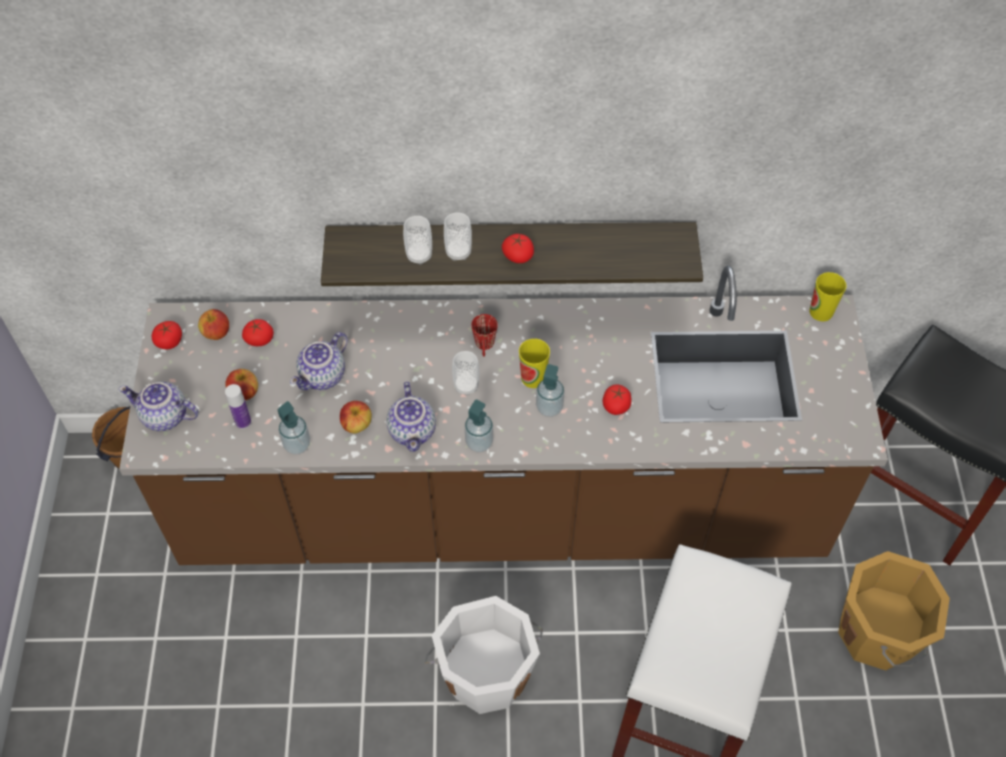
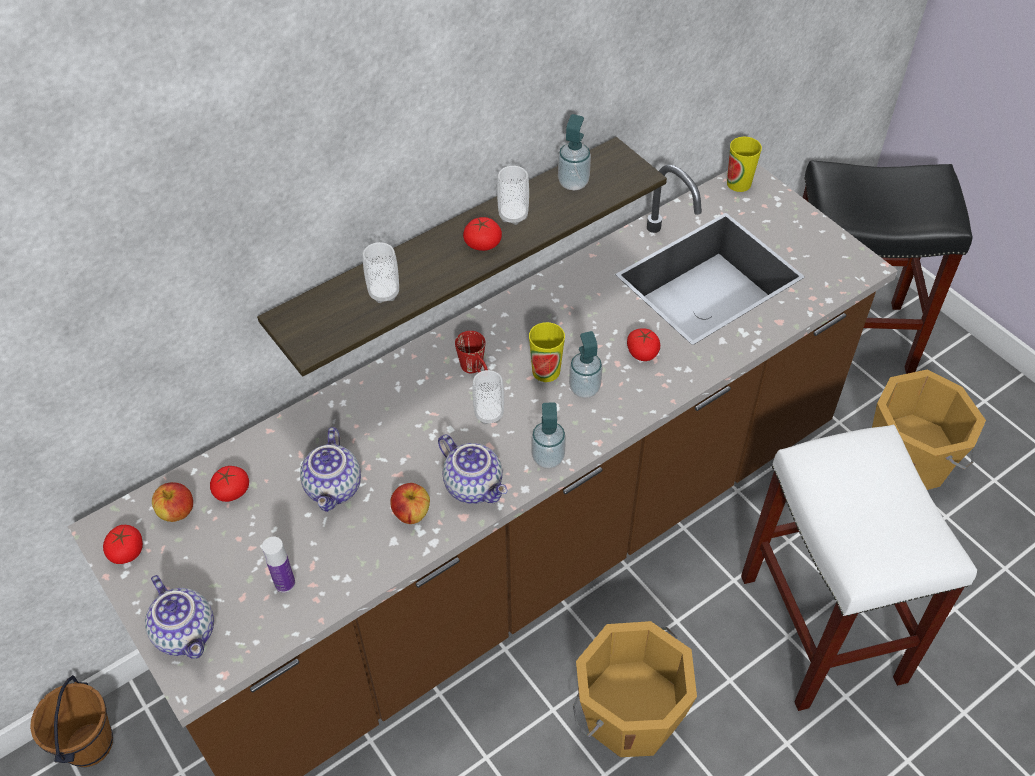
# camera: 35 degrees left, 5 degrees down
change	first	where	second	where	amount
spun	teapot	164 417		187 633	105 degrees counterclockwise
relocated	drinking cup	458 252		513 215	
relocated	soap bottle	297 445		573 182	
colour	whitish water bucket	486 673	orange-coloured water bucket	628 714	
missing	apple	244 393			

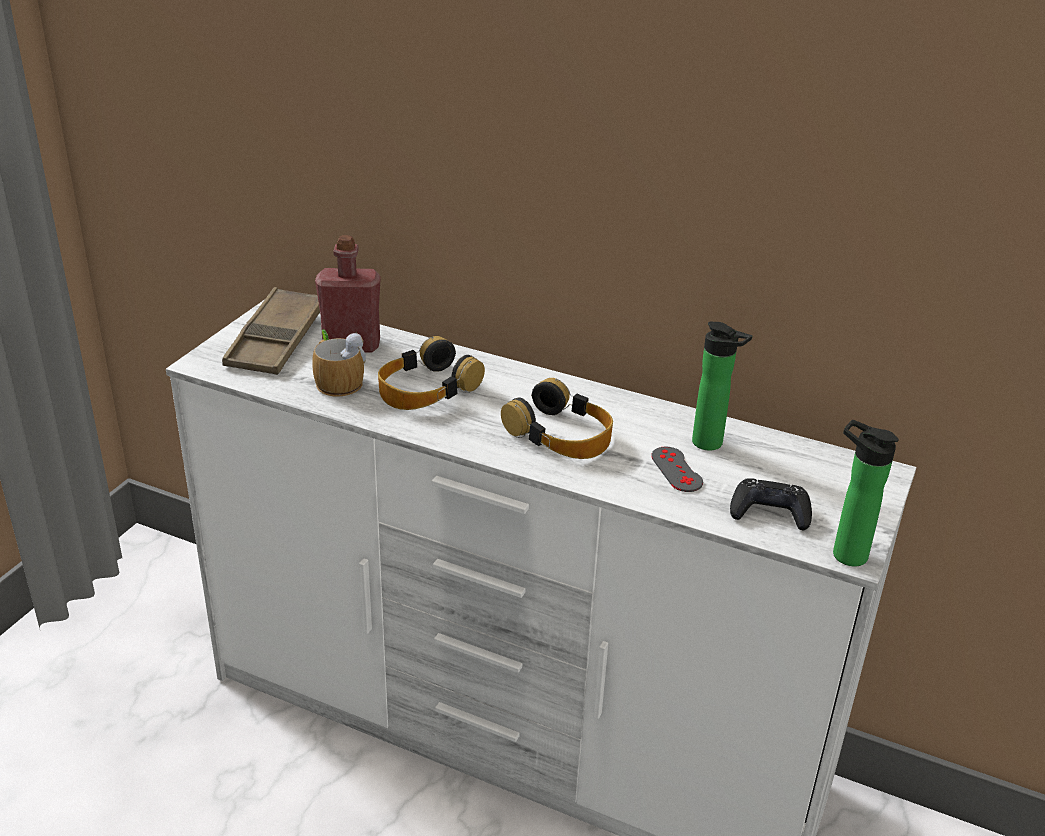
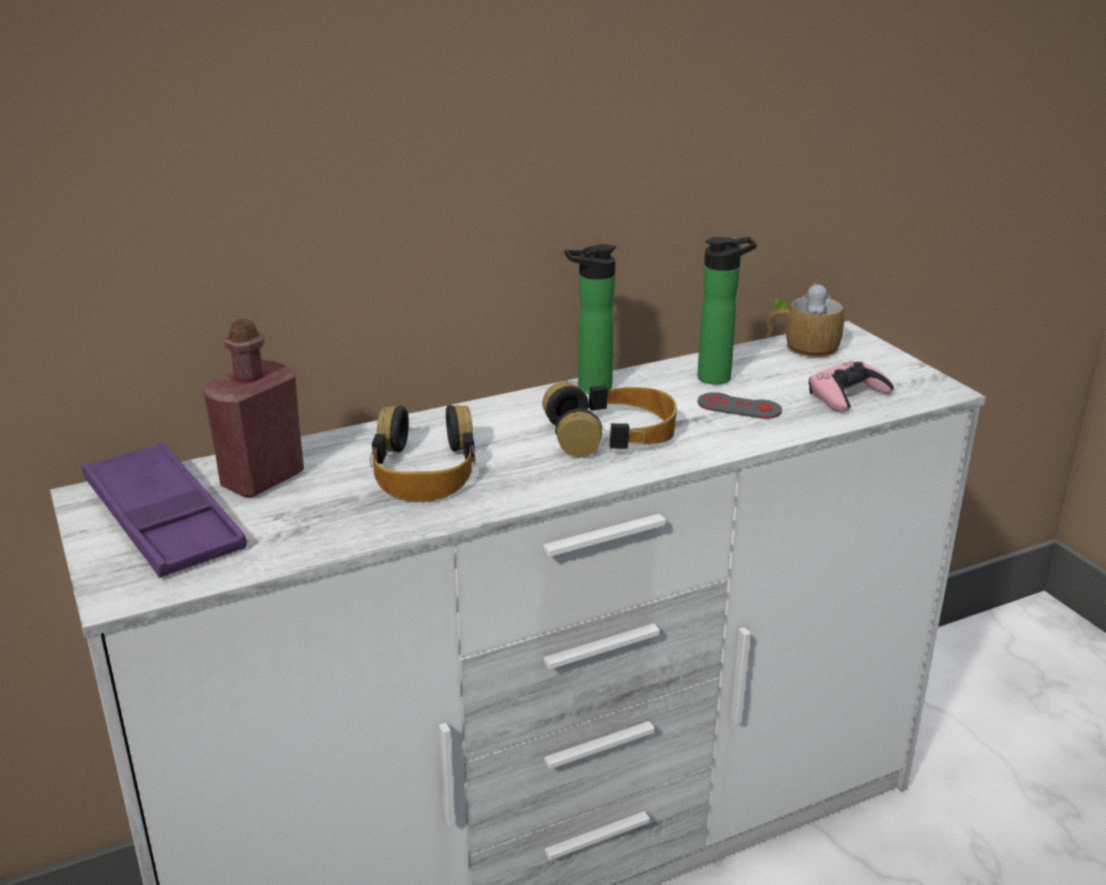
# camera: 50 degrees left, 5 degrees down
change	first	where	second	where	amount
colour	brown-coloured serving tray	277 340	purplish serving tray	164 521	
relocated	drink bottle	844 553		589 388	
relocated	coffee mug	337 380		801 346	
colour	black-coloured joypad	770 512	pink-coloured joypad	847 395	

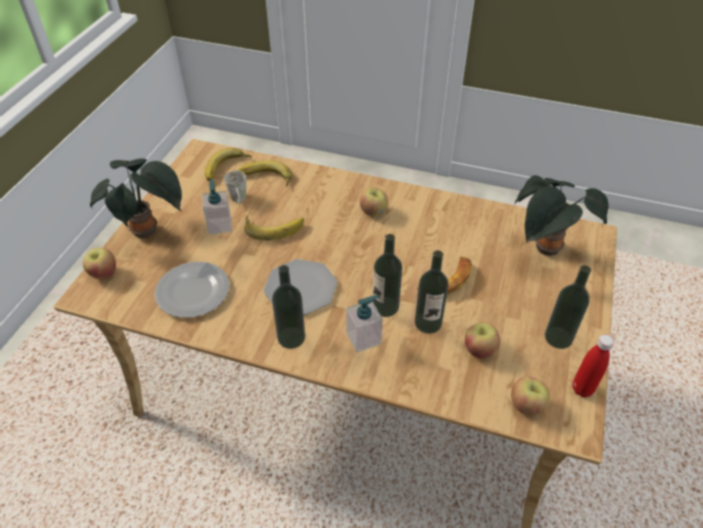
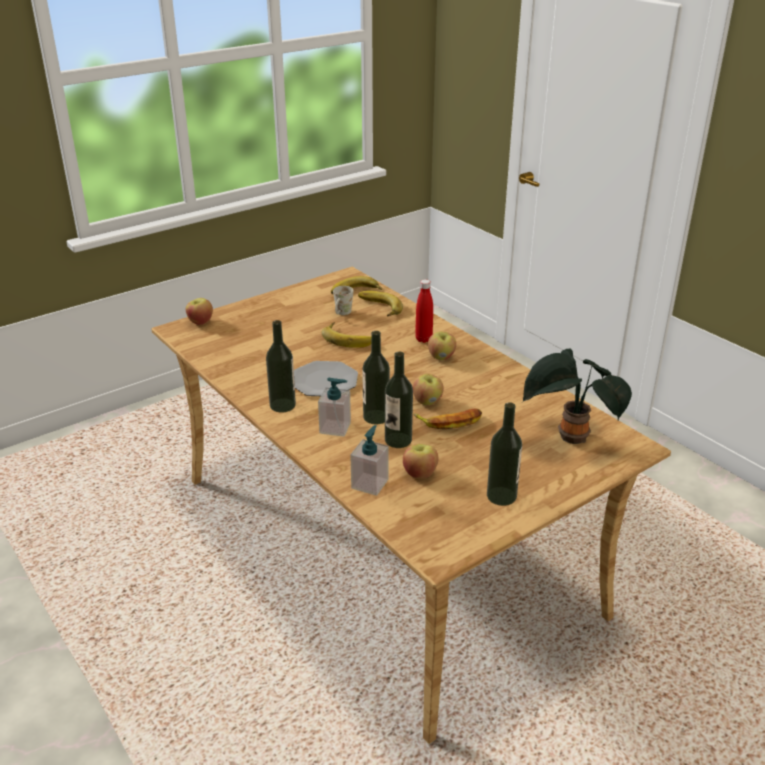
# camera: 35 degrees right, 15 degrees down
change	first	where	second	where	amount
relocated	soap bottle	220 225		370 484	
relocated	apple	526 405		427 401	
relocated	red-coloured drink bottle	582 389		423 339	
missing	potted plant	148 231			
missing	flat dish	192 291			

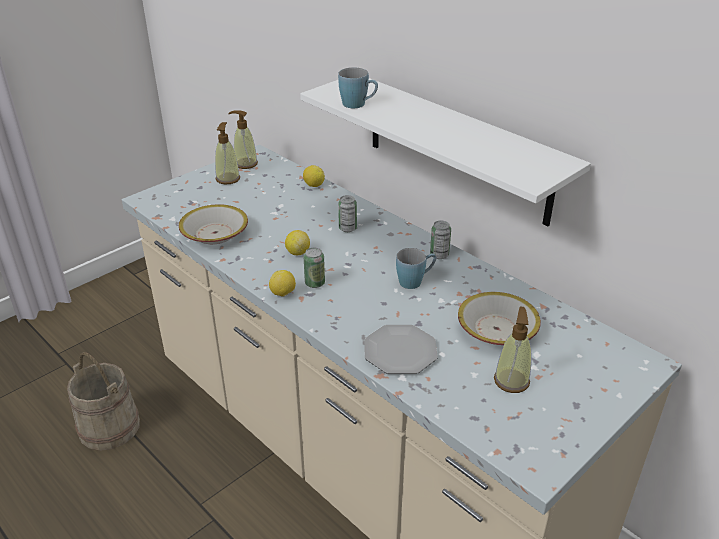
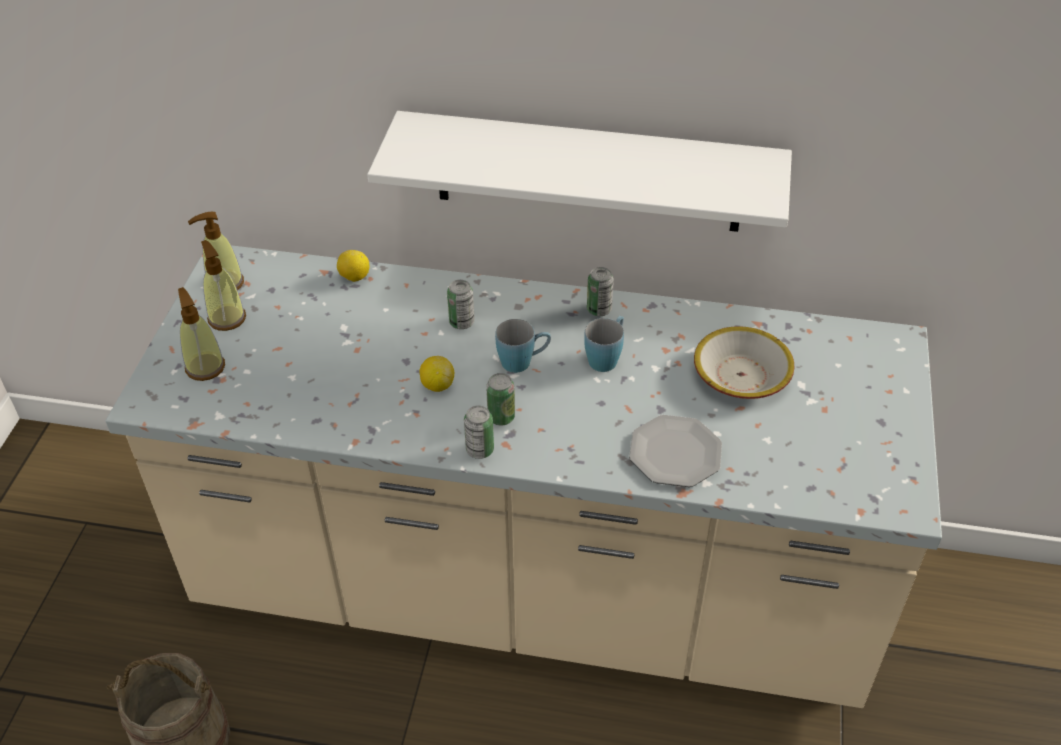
# camera: 35 degrees left, 10 degrees up
change	first	where	second	where	amount
relocated	soap bottle	511 380		205 367	
exchanged	whole lemon	283 294	sealed can	480 450	
relocated	blue-coloured coffee mug	358 105		523 361	
missing	serving bowl	215 233			

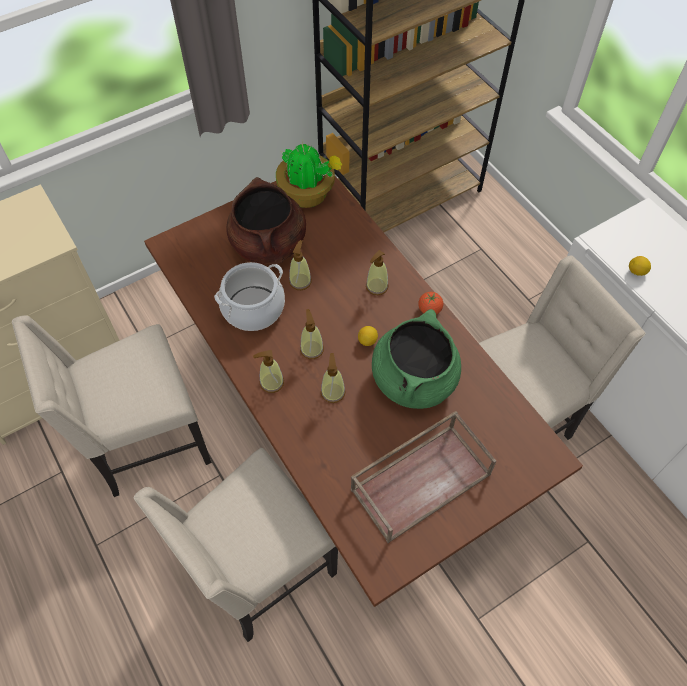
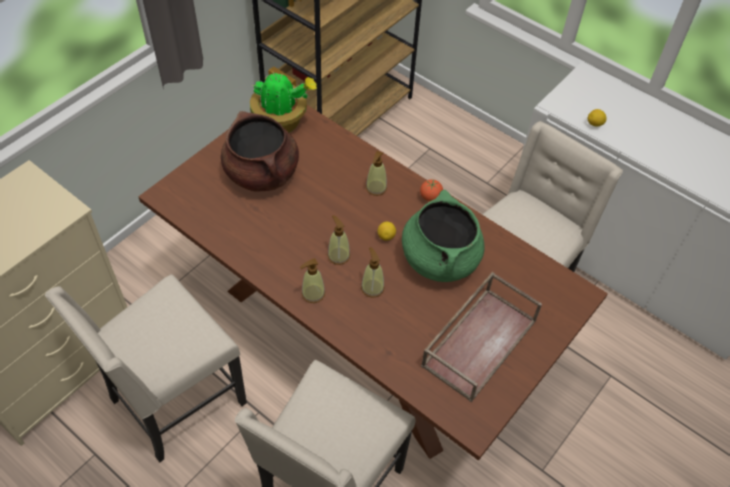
# camera: 20 degrees left, 5 degrees down
change	first	where	second	where	amount
missing	stockpot	253 308			
missing	soap bottle	300 281			

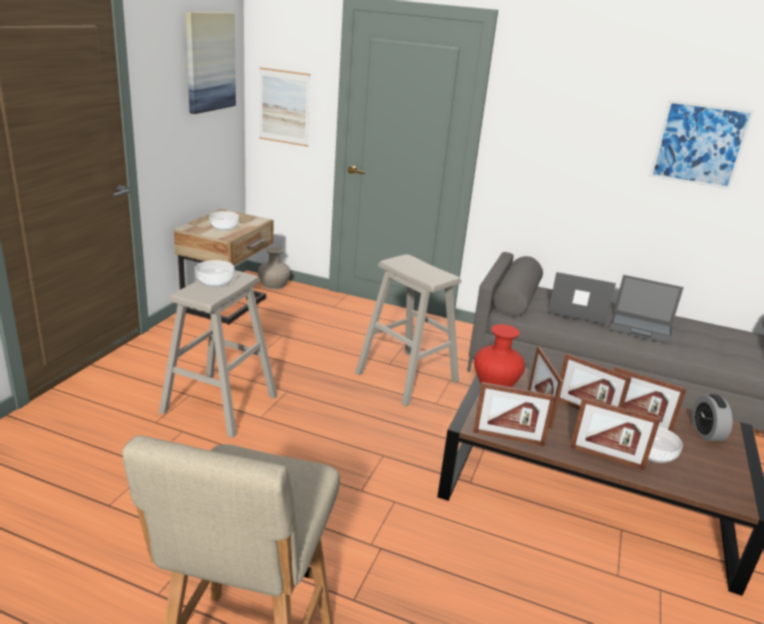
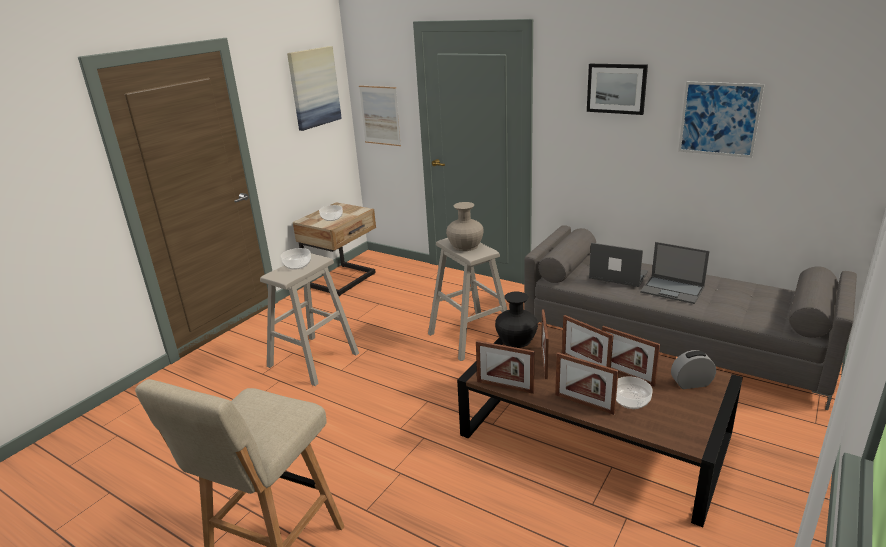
# camera: 15 degrees right, 0 degrees up
change	first	where	second	where	amount
relocated	sand-coloured flower vase	274 285		465 246	
colour	red-coloured flower vase	495 382	black-coloured flower vase	516 340	
appeared			picture	616 88	
spun	table clock	706 433		691 383	75 degrees clockwise

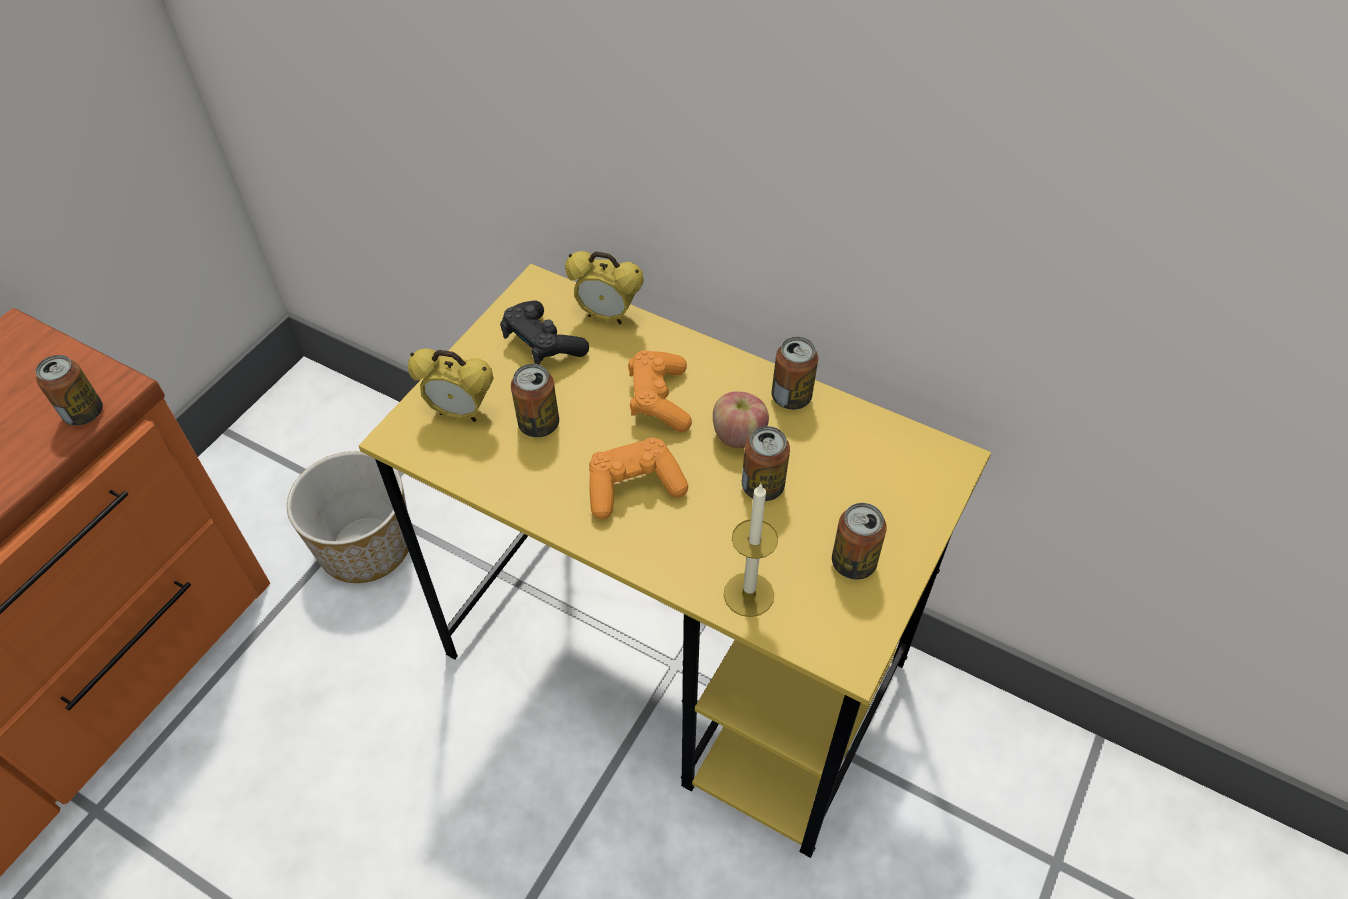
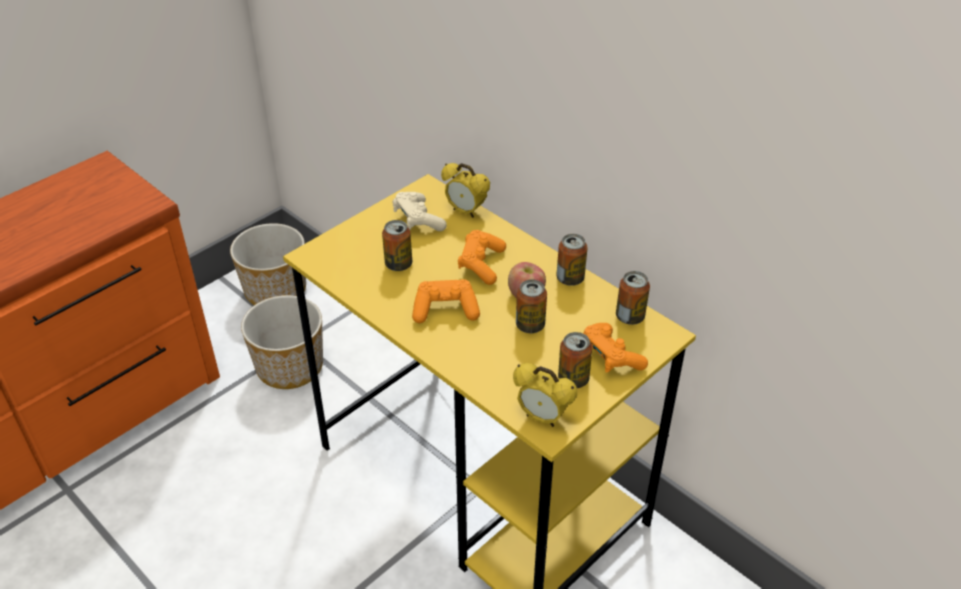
# camera: 15 degrees right, 10 degrees down
change	first	where	second	where	amount
appeared			flower pot	276 291	
colour	black-coloured joypad	542 344	sand-coloured joypad	418 220	
relocated	table clock	460 413		542 417	
appeared			orange-coloured joypad	610 357	
relocated	sealed can	84 413		630 317	
missing	candle	748 594			

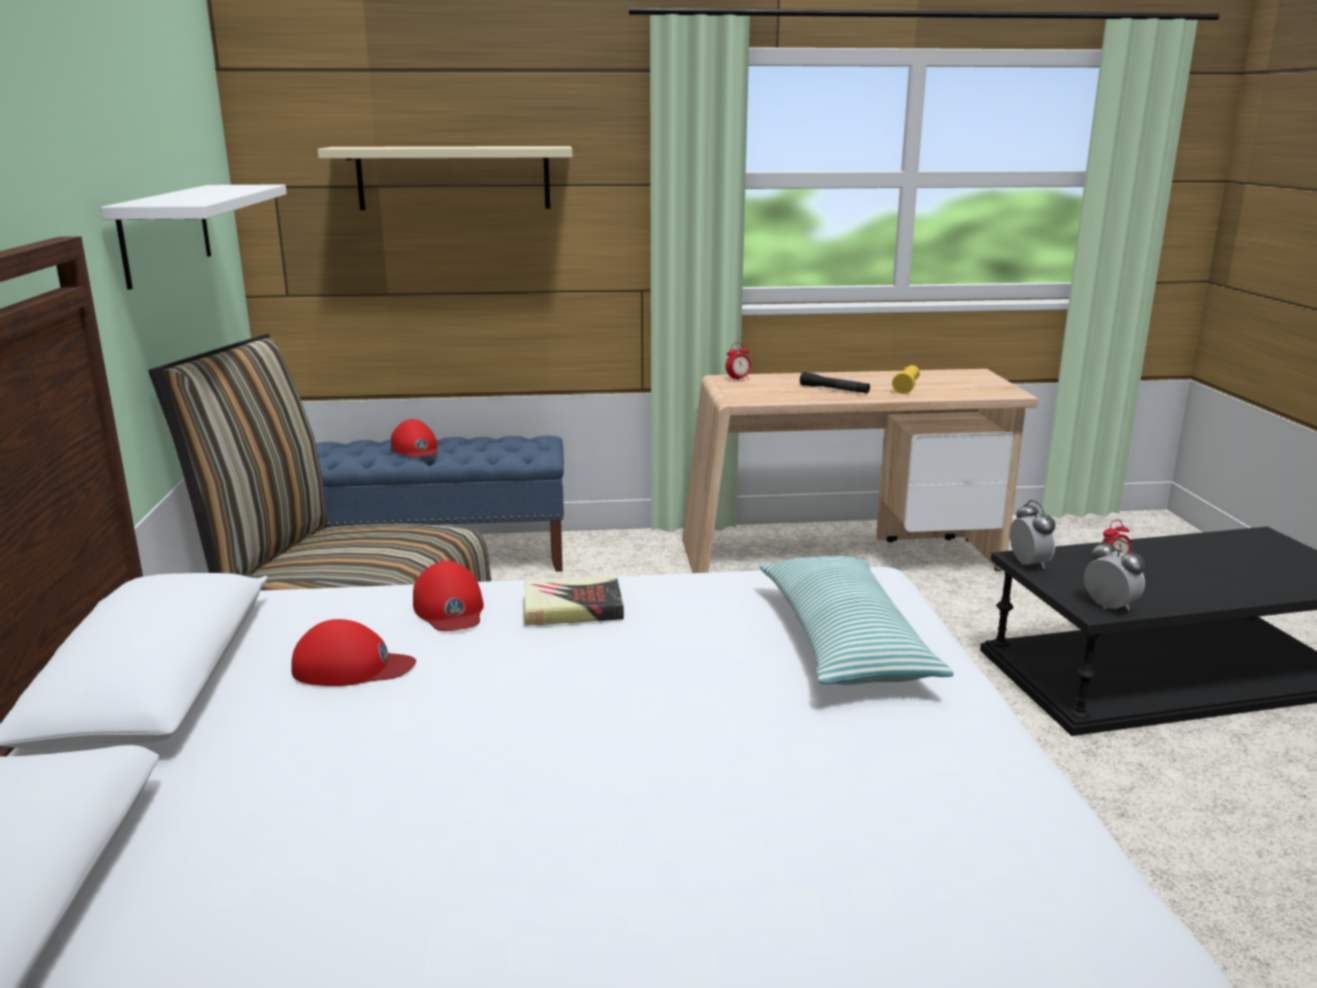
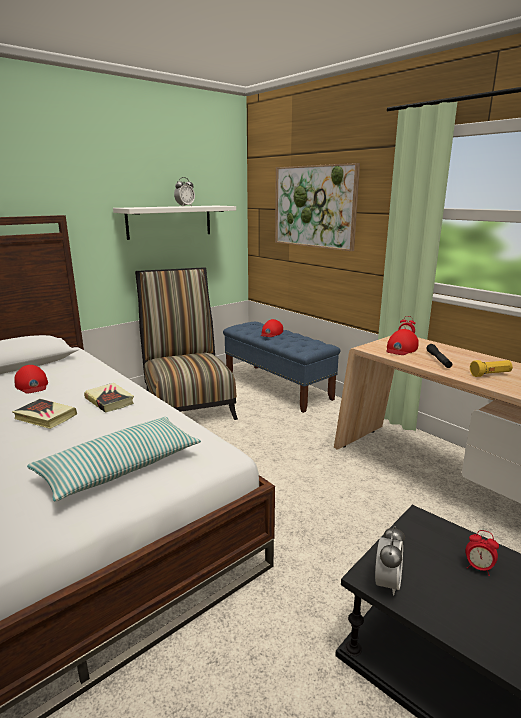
# camera: 55 degrees right, 0 degrees up
change	first	where	second	where	amount
appeared			bound book	45 417	
relocated	table clock	1028 564		185 206	
exchanged	sand-coloured shelf	454 178	picture	314 206	
relocated	red-coloured peaked cap	449 608		401 348	

